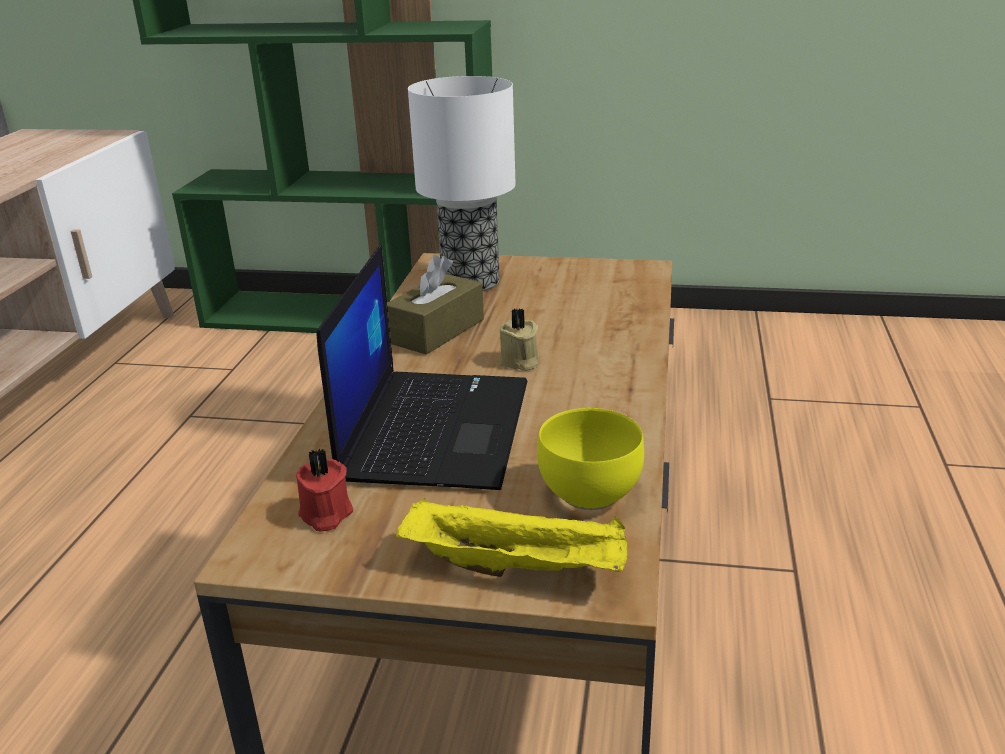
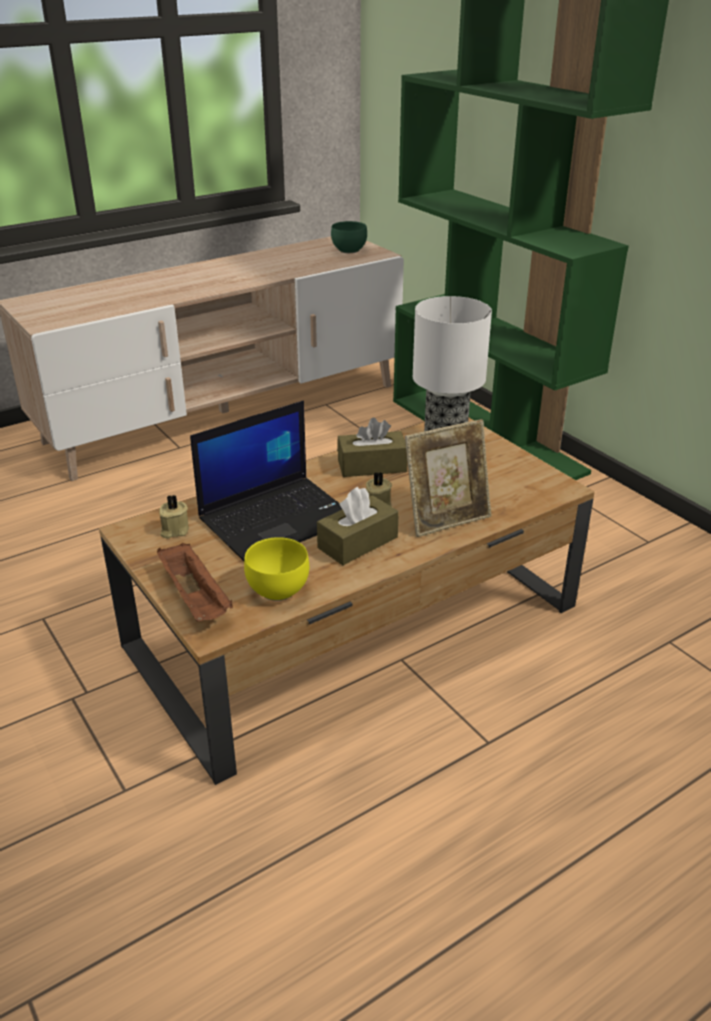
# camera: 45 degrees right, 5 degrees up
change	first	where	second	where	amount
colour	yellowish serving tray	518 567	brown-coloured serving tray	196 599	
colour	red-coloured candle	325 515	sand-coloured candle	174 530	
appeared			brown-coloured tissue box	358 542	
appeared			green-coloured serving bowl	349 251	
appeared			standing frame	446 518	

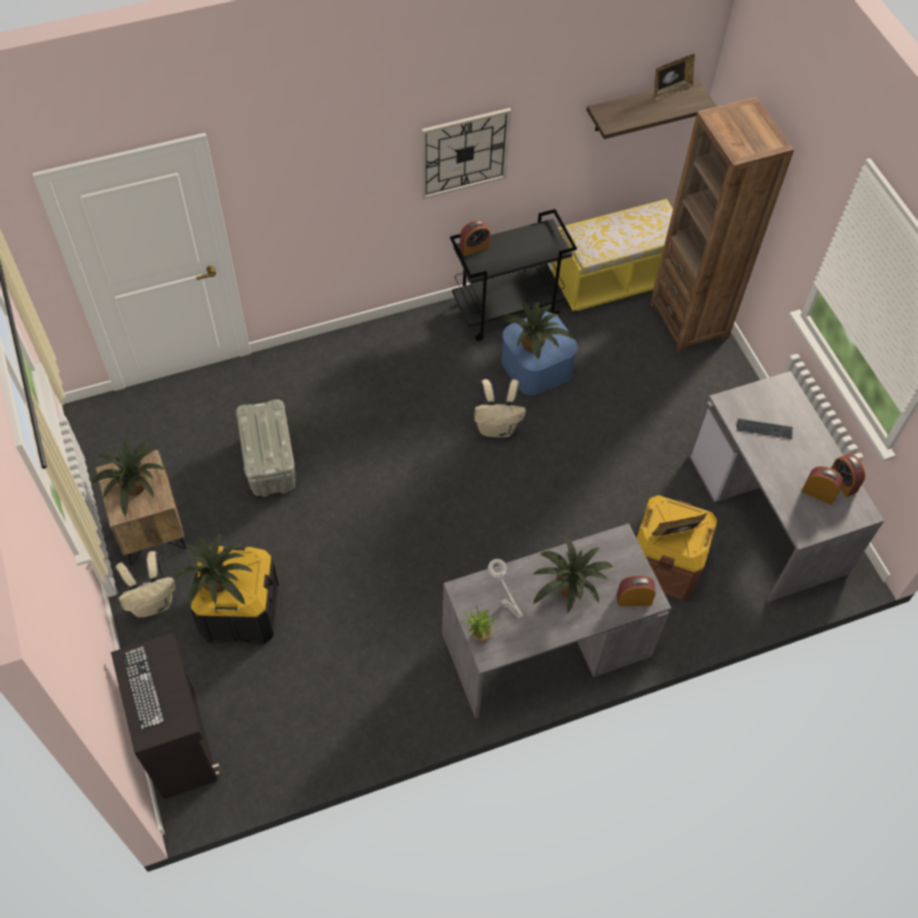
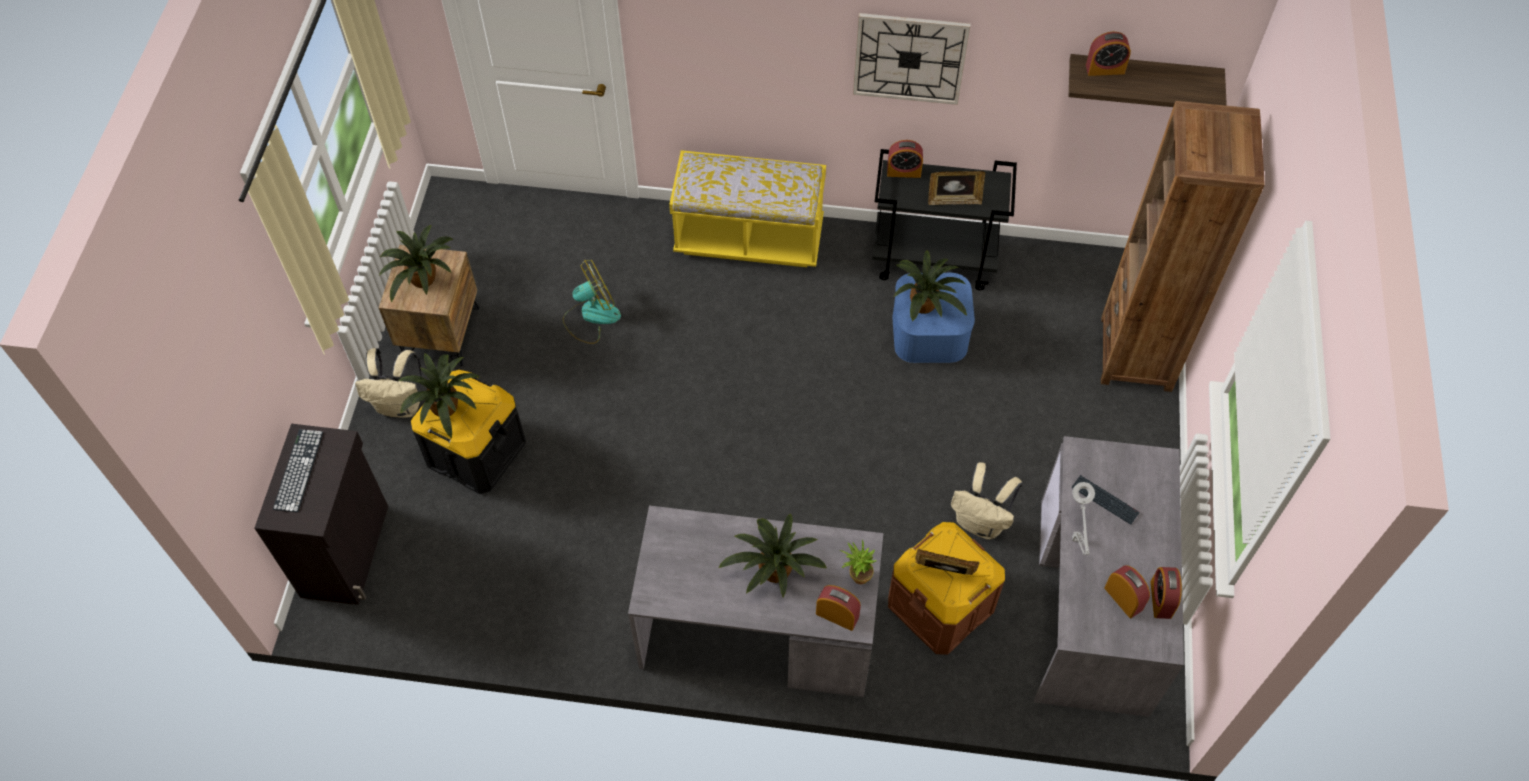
# camera: 30 degrees right, 0 degrees up
change	first	where	second	where	amount
exchanged	gray storage bin	269 462	cooling fan	591 316	
relocated	yellowish long seat	614 280		749 238	
relocated	potted plant	478 635		857 575	
relocated	standing frame	670 91		954 200	
relocated	sand-coloured knapsack	497 427		981 523	
relocated	gray lamp for a table	504 607		1075 541	
appeared			table clock	1105 69	

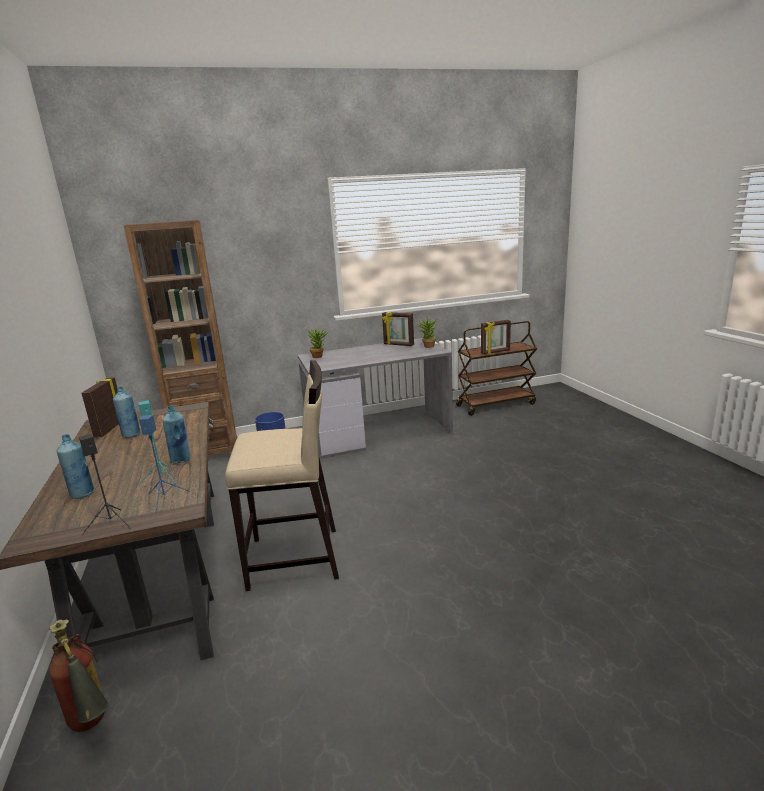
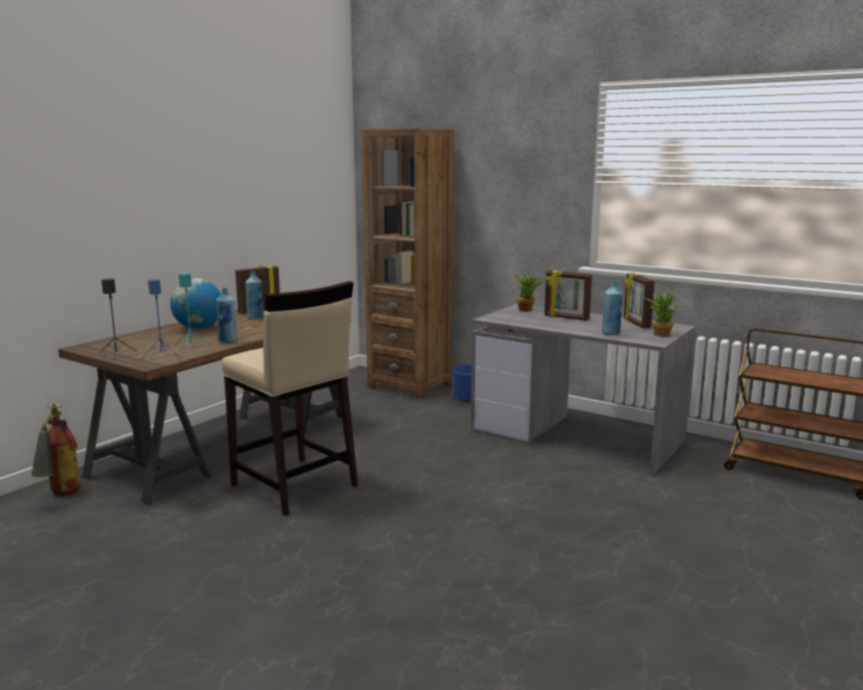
# camera: 50 degrees right, 5 degrees down
change	first	where	second	where	amount
appeared			globe	198 328	
relocated	standing frame	495 352		566 318	
relocated	blue-coloured drink bottle	82 494		610 333	

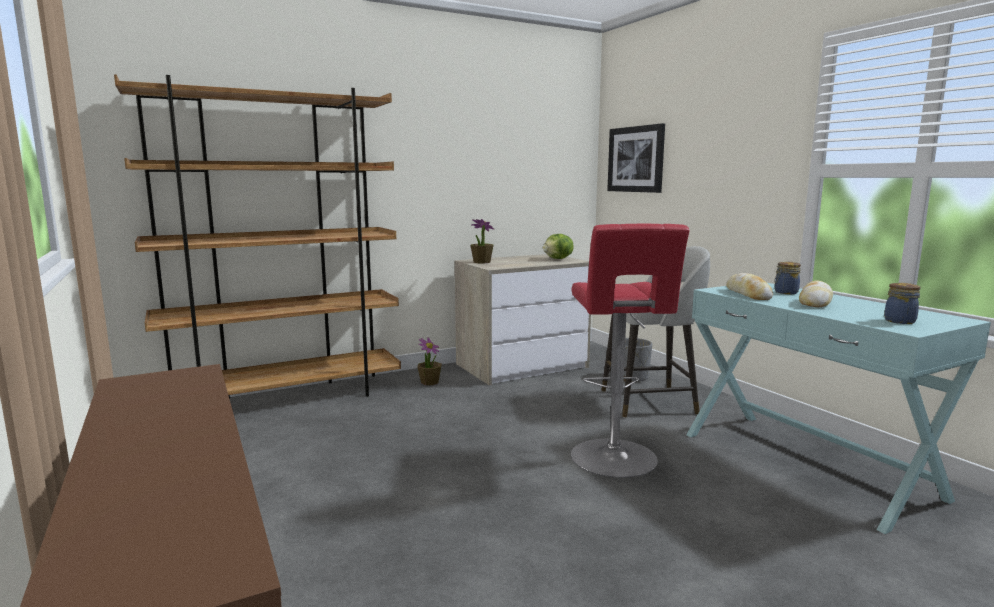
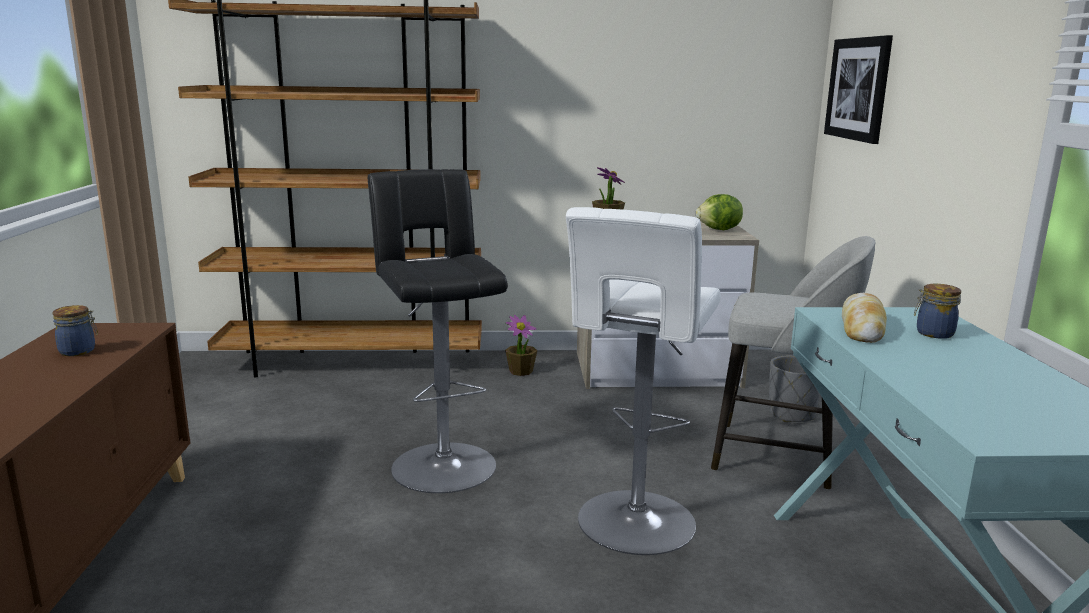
# camera: 25 degrees right, 5 degrees up
change	first	where	second	where	amount
relocated	storage jar	900 321		79 351	
appeared			black-coloured sitting stool	441 463	
colour	red-coloured sitting stool	615 460	whitish sitting stool	634 526	
missing	baked bread	816 302			

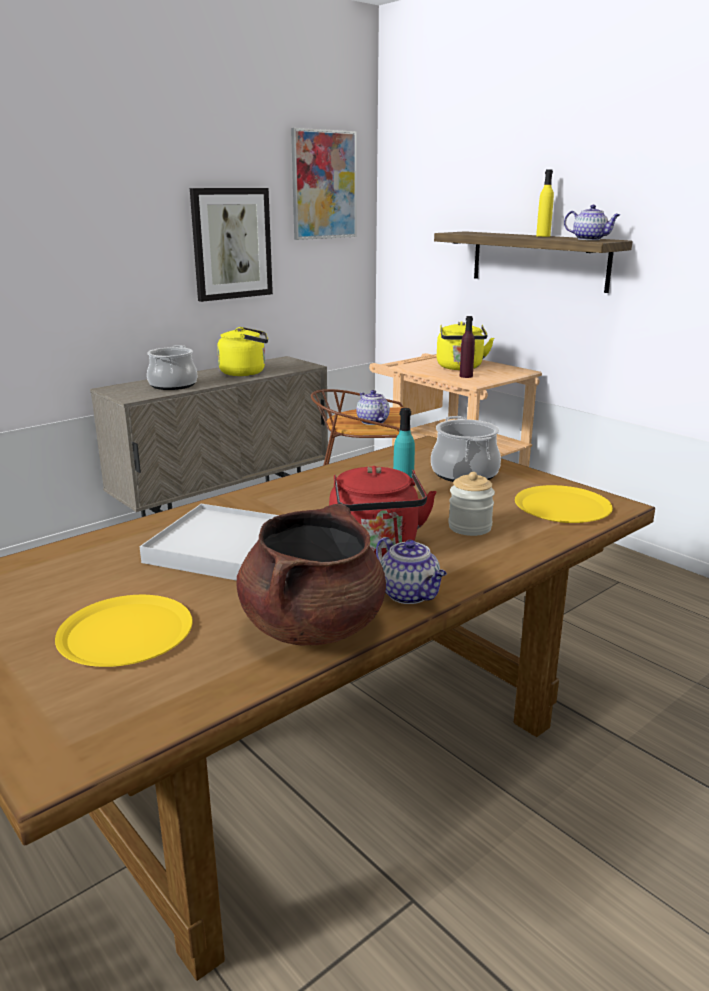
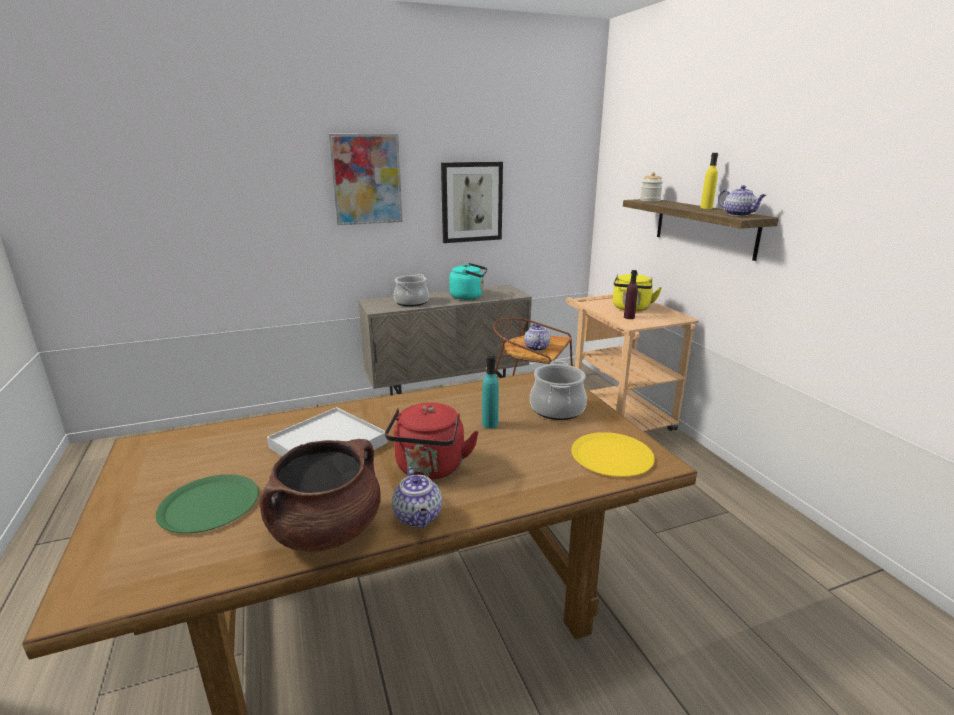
# camera: 20 degrees right, 0 degrees up
change	first	where	second	where	amount
colour	yellowish flat dish	125 633	green-coloured flat dish	209 505	
relocated	picture	324 185		367 179	
colour	yellowish tea kettle	246 372	blue-green tea kettle	469 296	
relocated	storage jar	469 527		650 200	

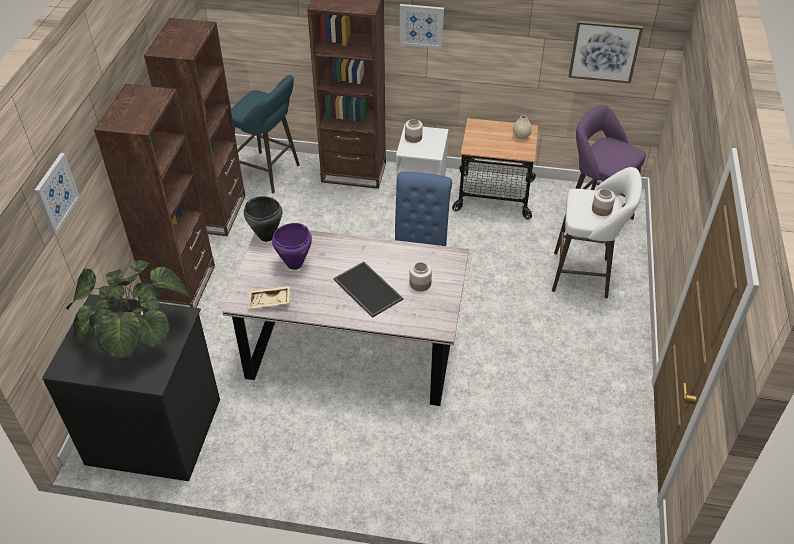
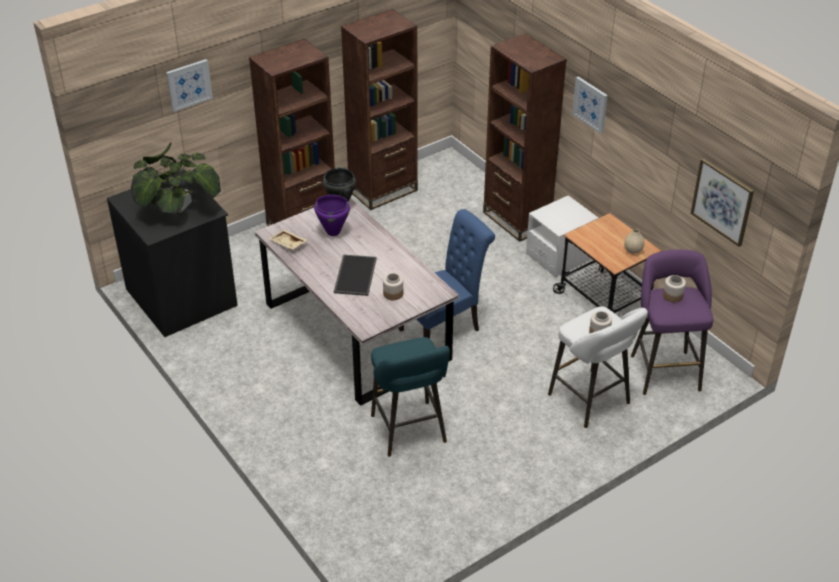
# camera: 45 degrees right, 5 degrees down
change	first	where	second	where	amount
relocated	blue-green sitting stool	270 173		410 432	
relocated	storage jar	413 137		673 296	

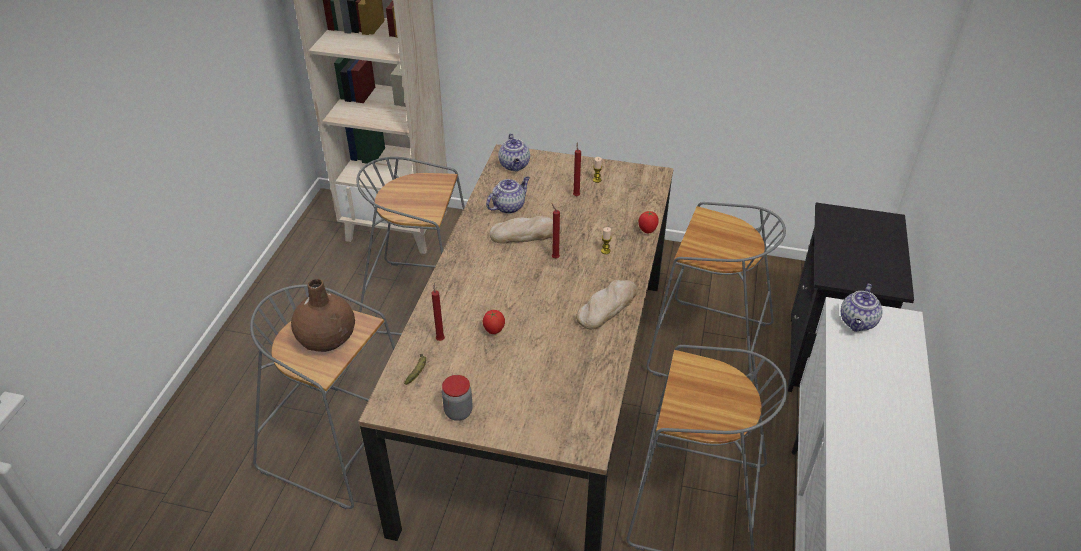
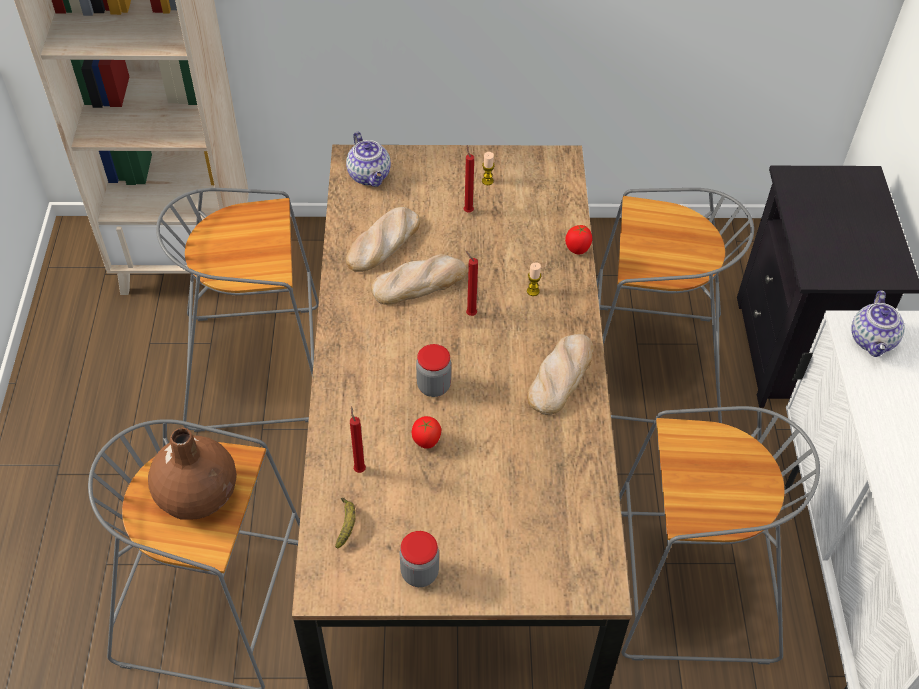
# camera: 15 degrees left, 10 degrees up
change	first	where	second	where	amount
exchanged	teapot	509 206	baked bread	383 243	
appeared			storage jar	433 386	

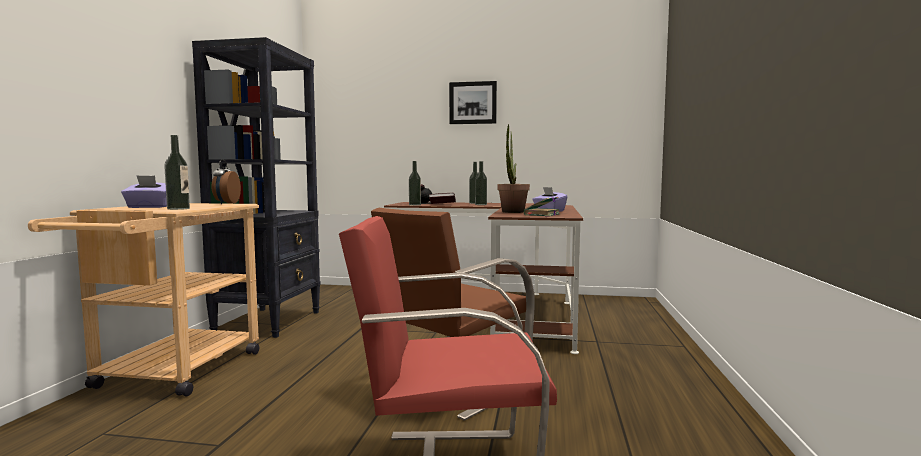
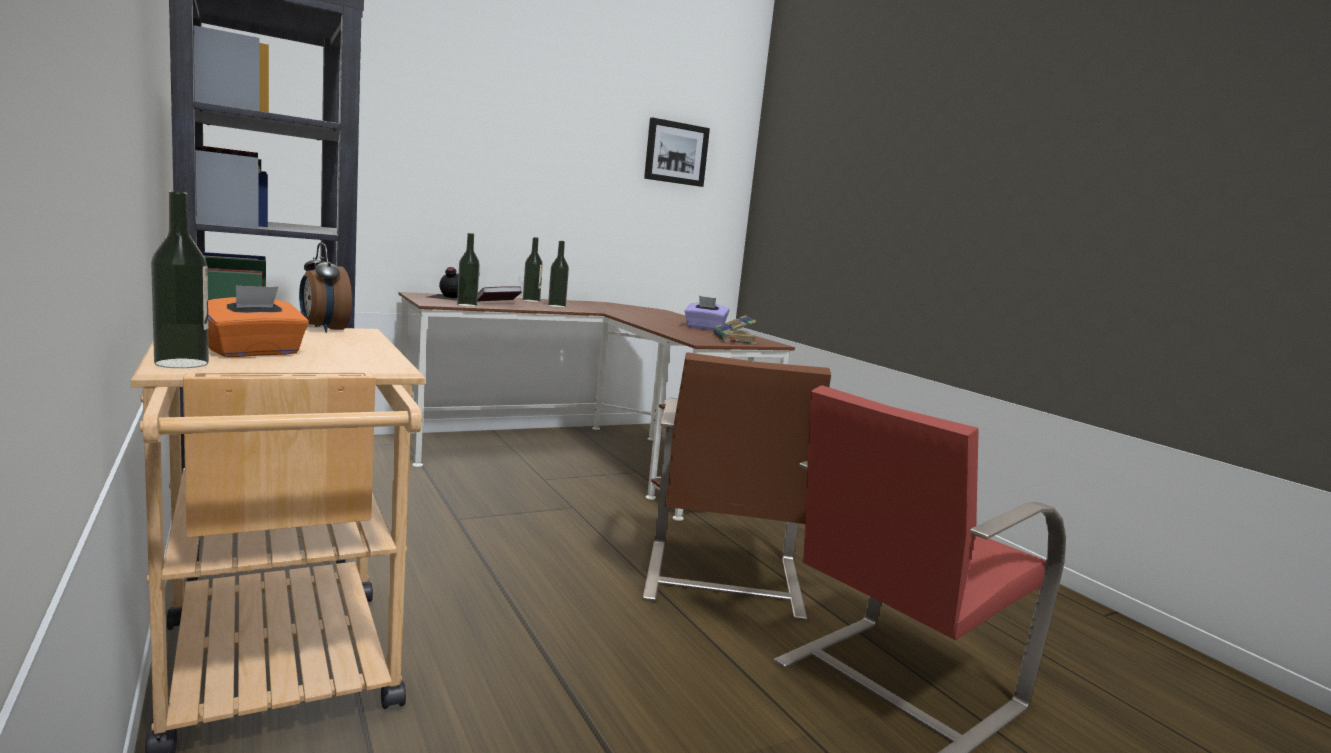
# camera: 40 degrees left, 5 degrees up
change	first	where	second	where	amount
relocated	drink bottle	178 209		181 363	
colour	purplish tissue box	149 207	orange-coloured tissue box	254 352	
relocated	picture	473 103		676 153	
missing	potted plant	512 212			

